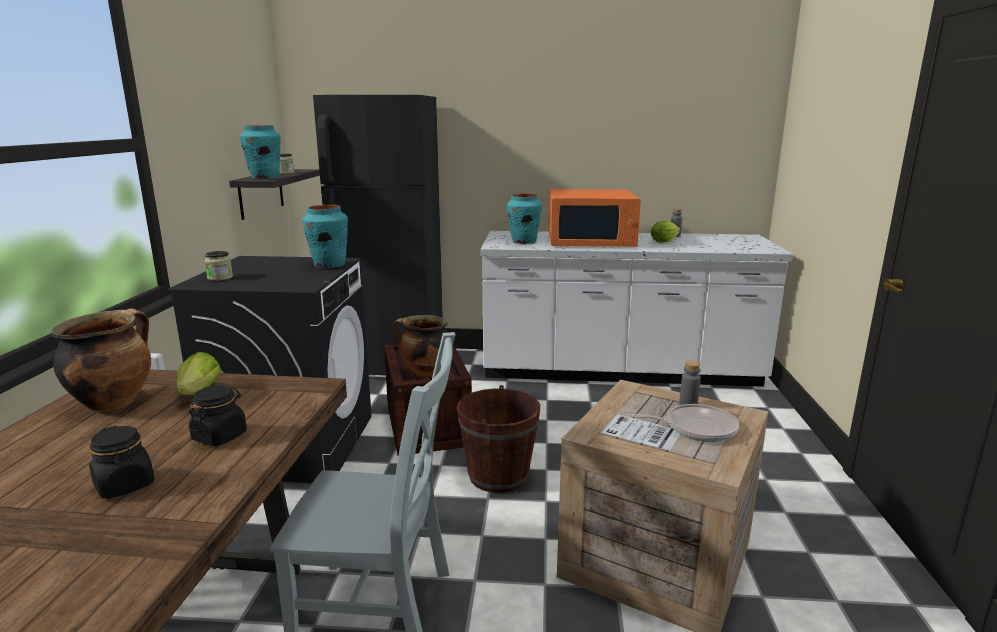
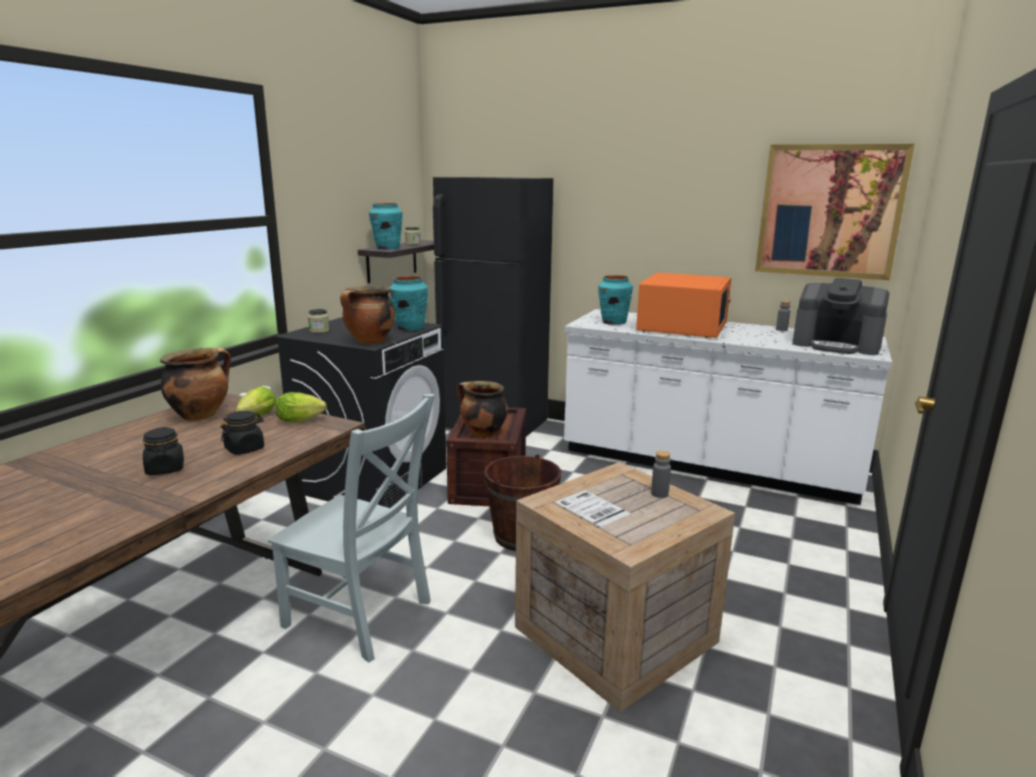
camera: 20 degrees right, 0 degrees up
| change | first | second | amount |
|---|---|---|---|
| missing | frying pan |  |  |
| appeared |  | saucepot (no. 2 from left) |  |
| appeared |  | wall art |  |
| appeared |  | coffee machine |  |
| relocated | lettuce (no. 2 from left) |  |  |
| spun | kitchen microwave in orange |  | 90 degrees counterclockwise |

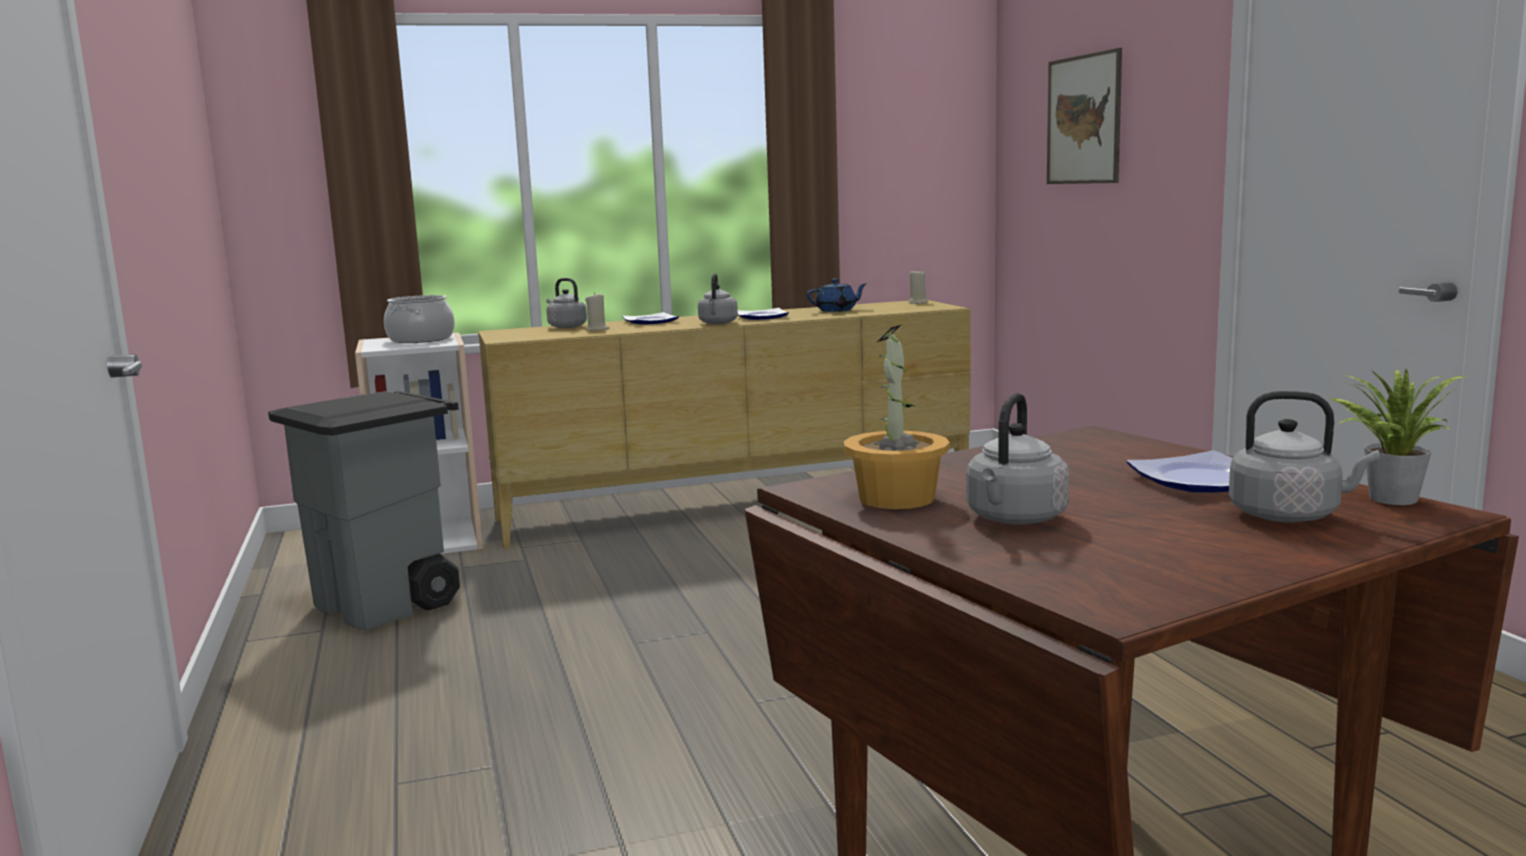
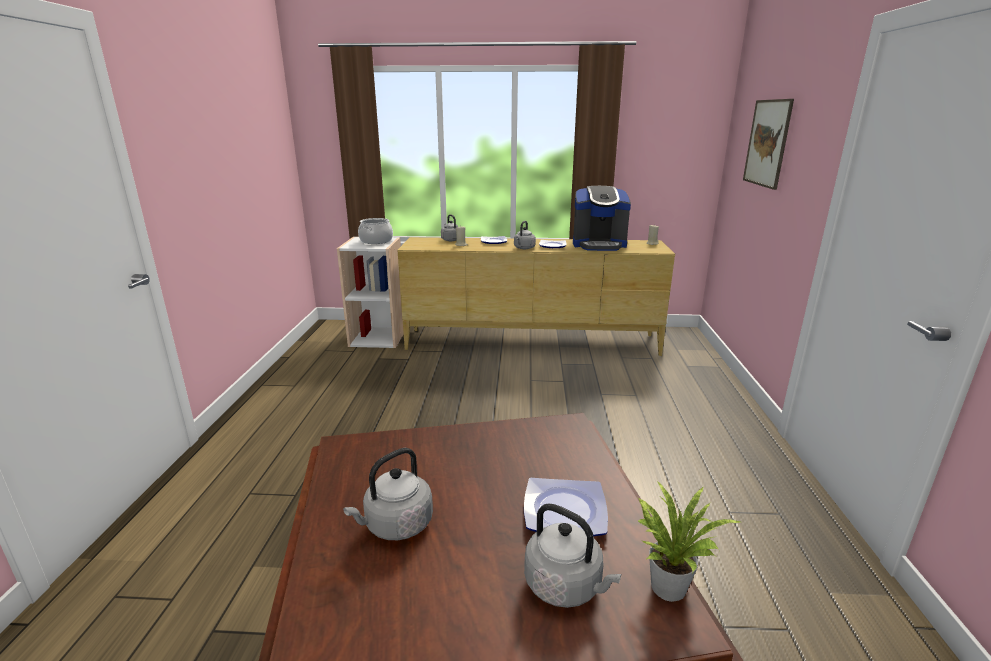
camera: 20 degrees right, 10 degrees up
| change | first | second | amount |
|---|---|---|---|
| missing | rubbish bin in gray |  |  |
| missing | plant in a pot (no. 1 from left) |  |  |
| exchanged | teapot in blue | coffee machine |  |

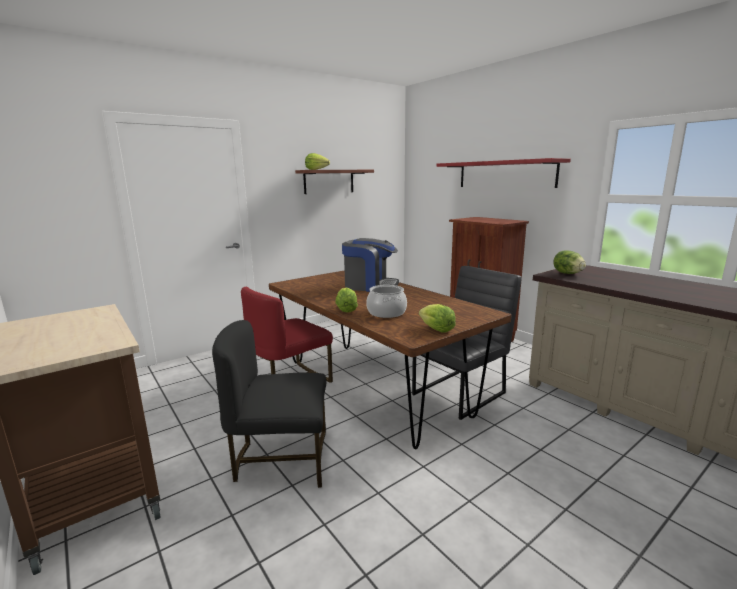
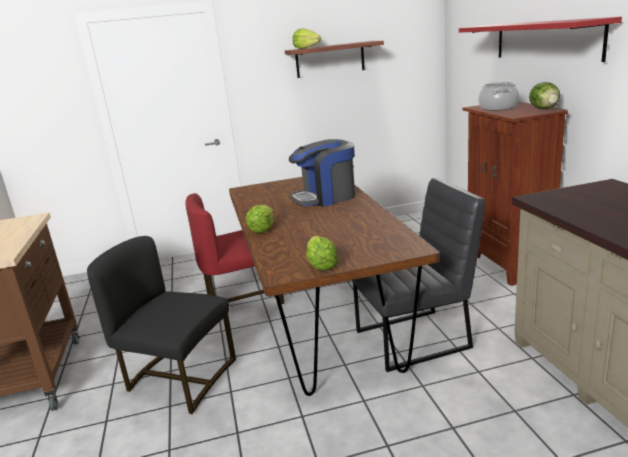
camera: 25 degrees right, 5 degrees up
| change | first | second | amount |
|---|---|---|---|
| relocated | saucepot |  |  |
| relocated | lettuce (no. 4 from left) |  |  |
| spun | coffee machine |  | 120 degrees clockwise |

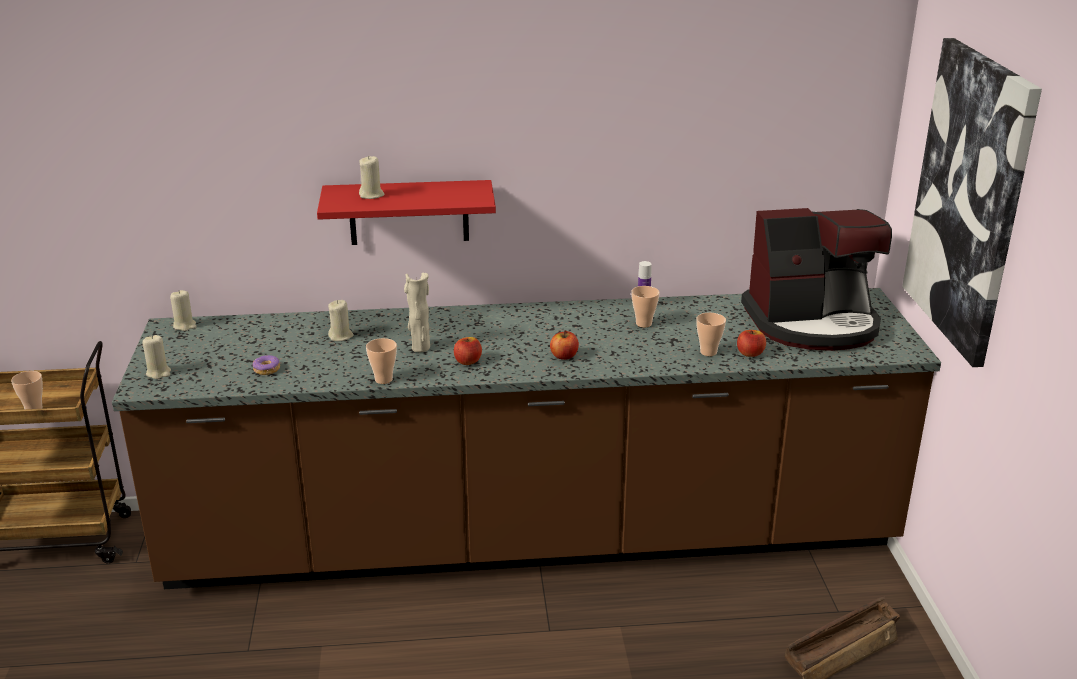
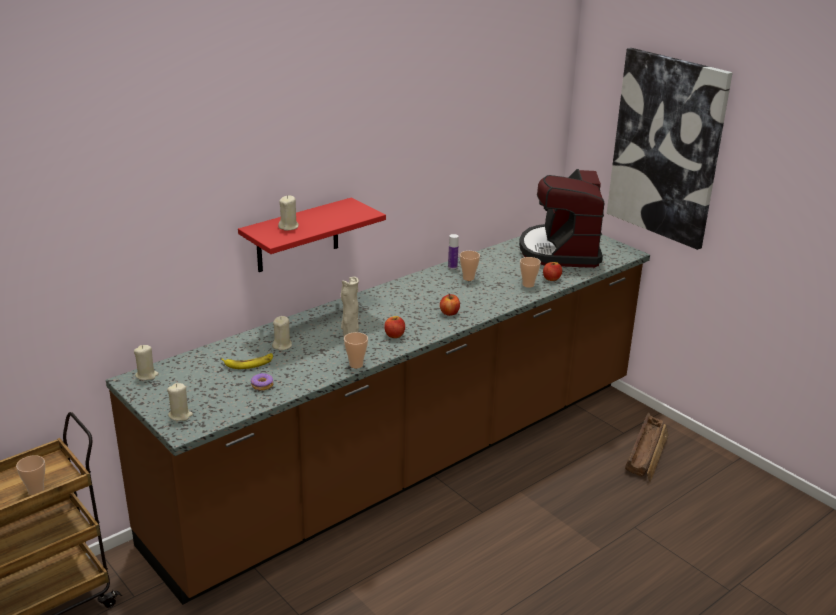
camera: 35 degrees left, 0 degrees up
| change | first | second | amount |
|---|---|---|---|
| appeared |  | banana fruit |  |
| spun | coffee machine |  | 135 degrees clockwise |

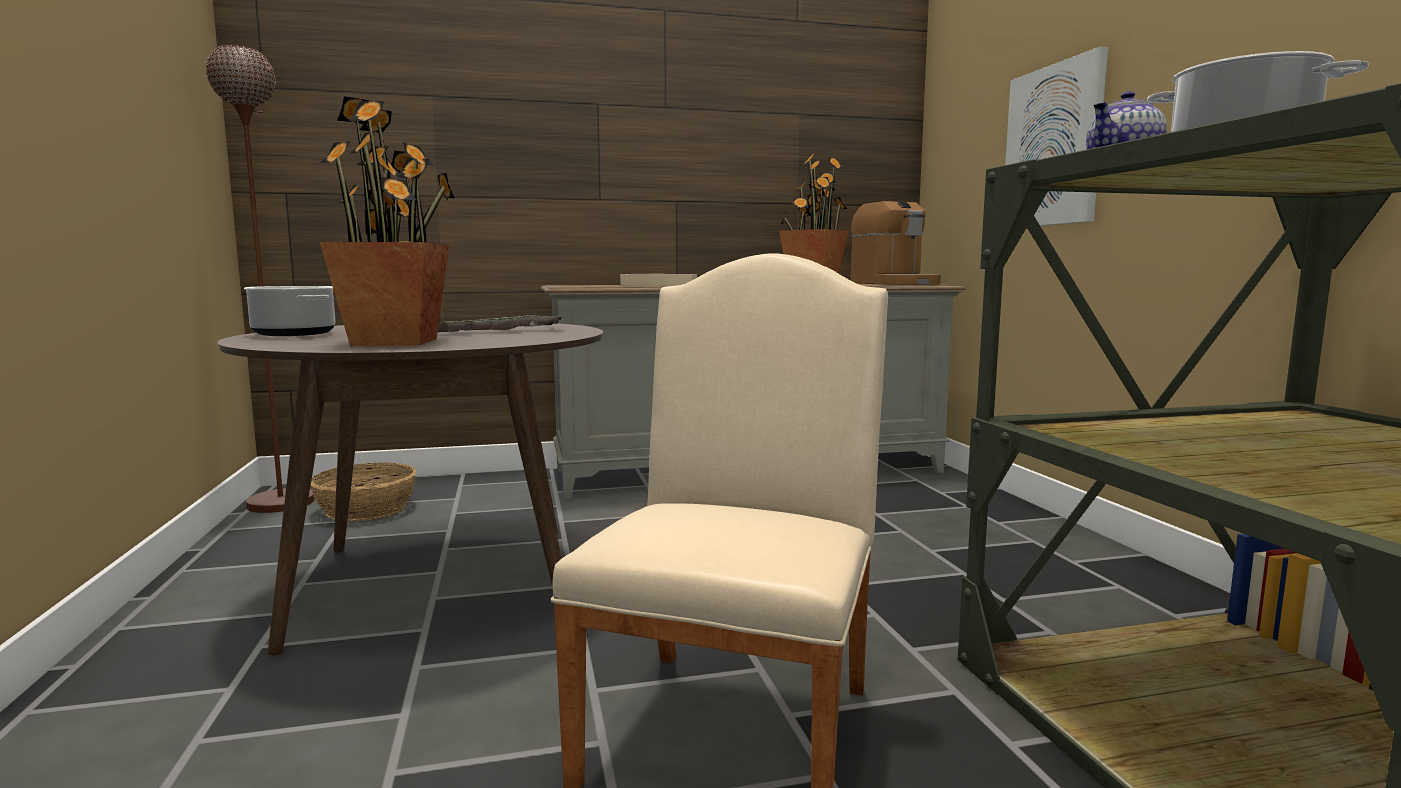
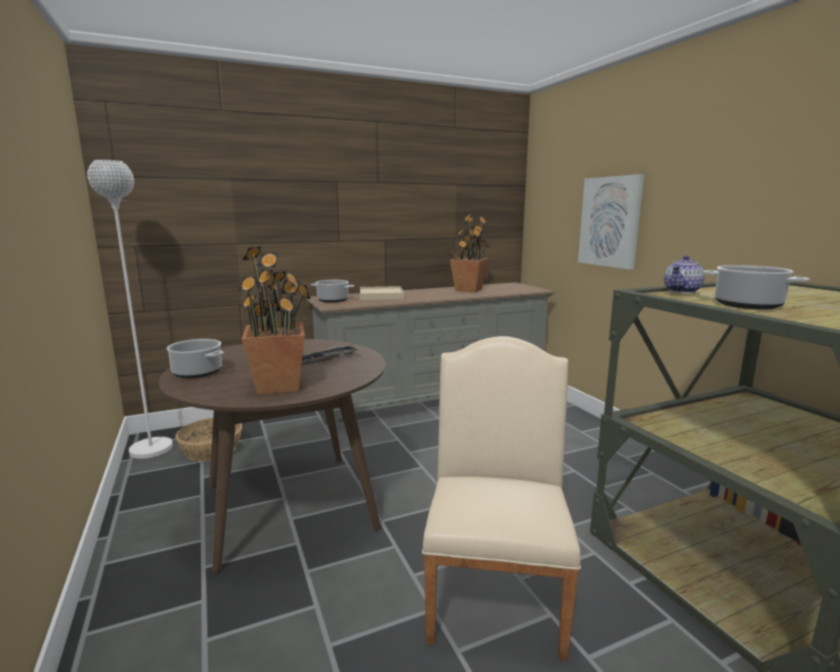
camera: 10 degrees left, 5 degrees up
| change | first | second | amount |
|---|---|---|---|
| missing | coffee machine |  |  |
| appeared |  | saucepot (no. 2 from left) |  |
| colour | floor lamp in brownish | floor lamp in white-coloured |  |

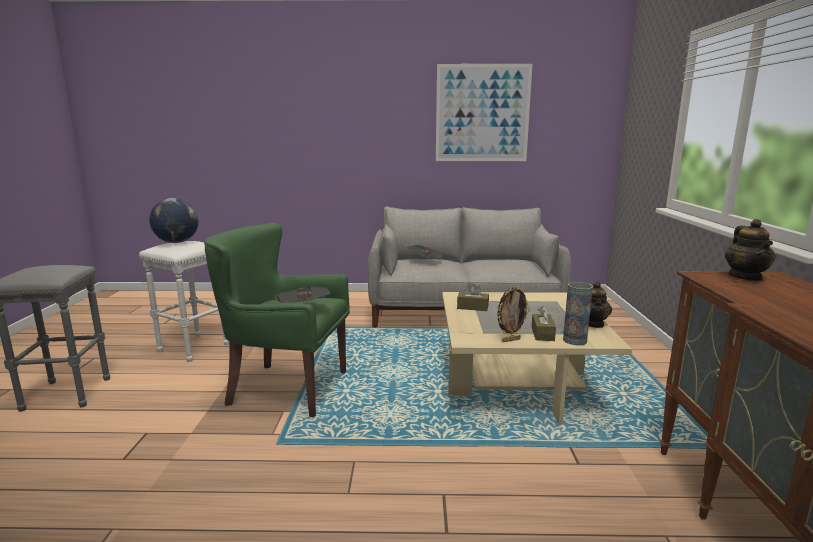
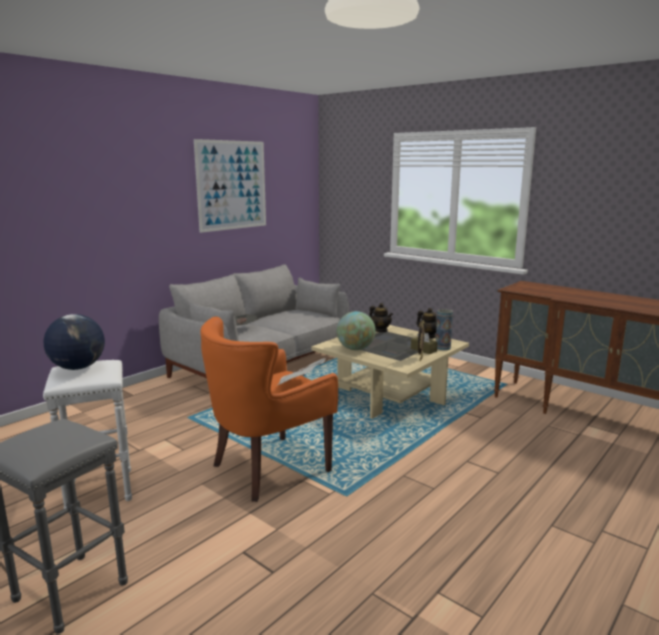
camera: 50 degrees left, 0 degrees up
| change | first | second | amount |
|---|---|---|---|
| relocated | teapot (no. 2 from left in the first image) | teapot (no. 1 from left) |  |
| exchanged | tissue box in brownish (no. 1 from left) | world globe (no. 2 from left) |  |
| colour | lounge chair in green-coloured | lounge chair in orange |  |

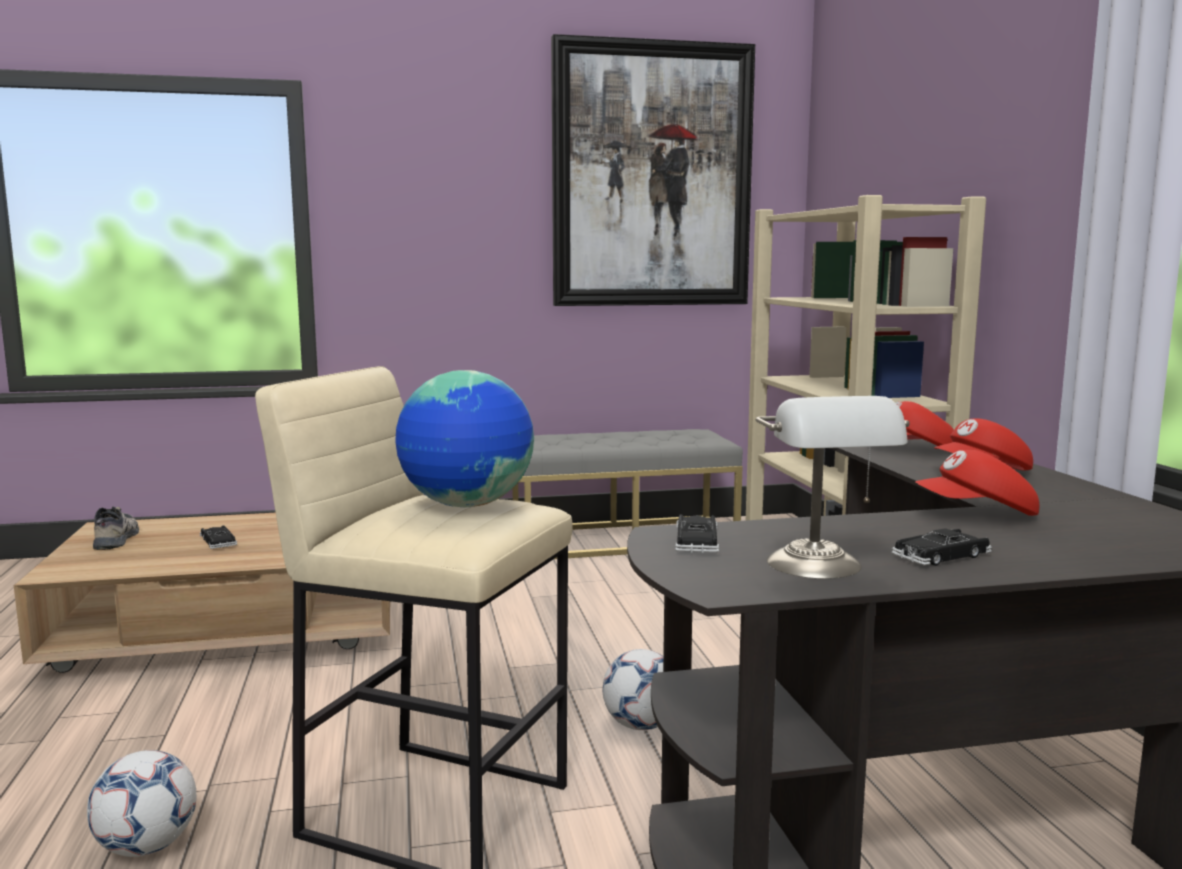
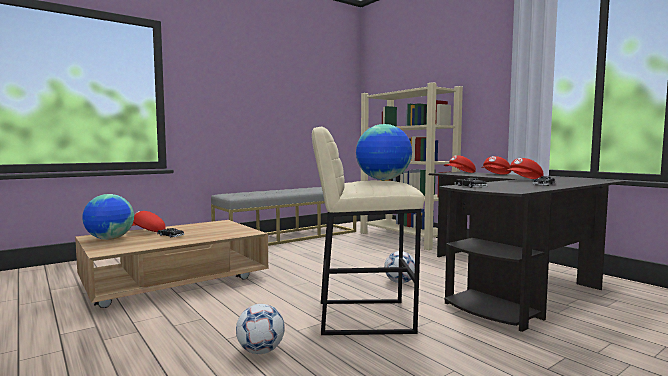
camera: 25 degrees left, 5 degrees down
| change | first | second | amount |
|---|---|---|---|
| missing | wall art |  |  |
| missing | tabletop lamp in white-coloured |  |  |
| appeared |  | cap in reddish (no. 1 from left) |  |
| exchanged | item of footwear | world globe (no. 1 from left) |  |

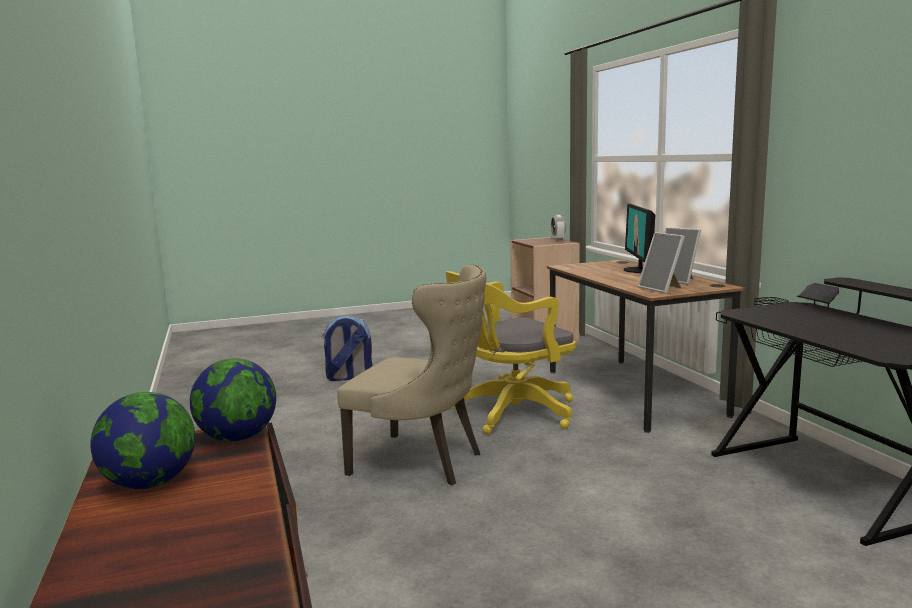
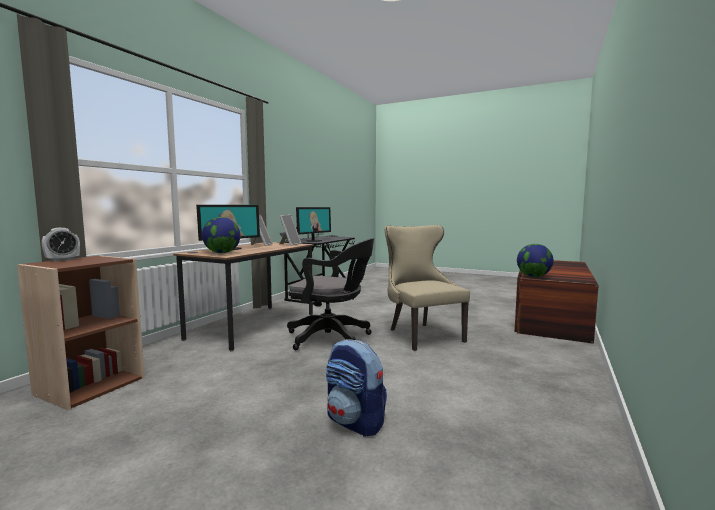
camera: 135 degrees left, 5 degrees down
| change | first | second | amount |
|---|---|---|---|
| appeared |  | computer screen (no. 2 from left) |  |
| relocated | world globe (no. 1 from left) |  |  |
| colour | desk chair in yellow-coloured | desk chair in black |  |

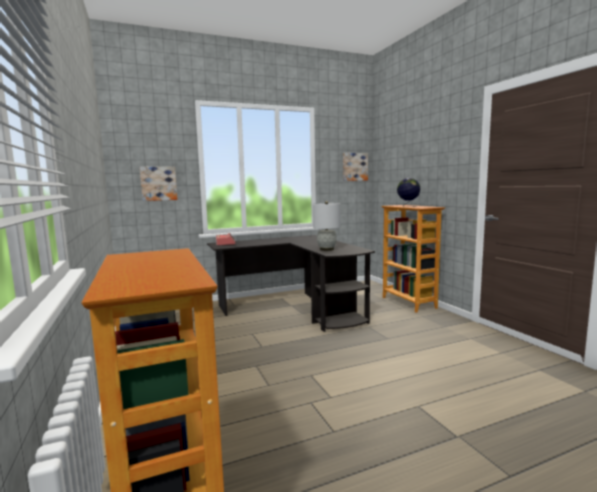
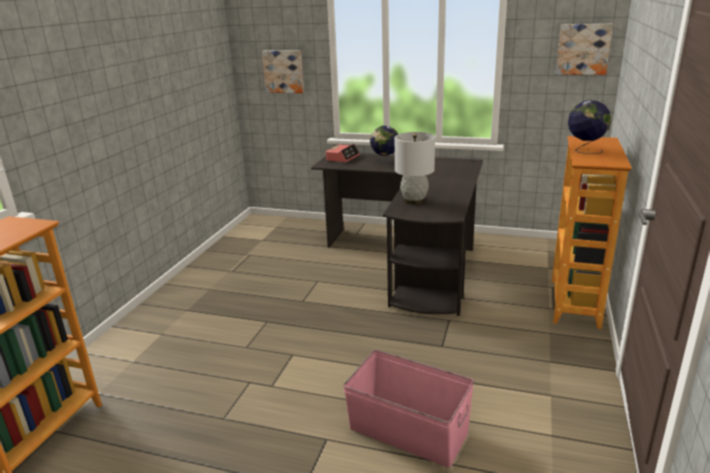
camera: 40 degrees right, 15 degrees up
| change | first | second | amount |
|---|---|---|---|
| appeared |  | storage box in pink |  |
| appeared |  | world globe (no. 1 from left) |  |

